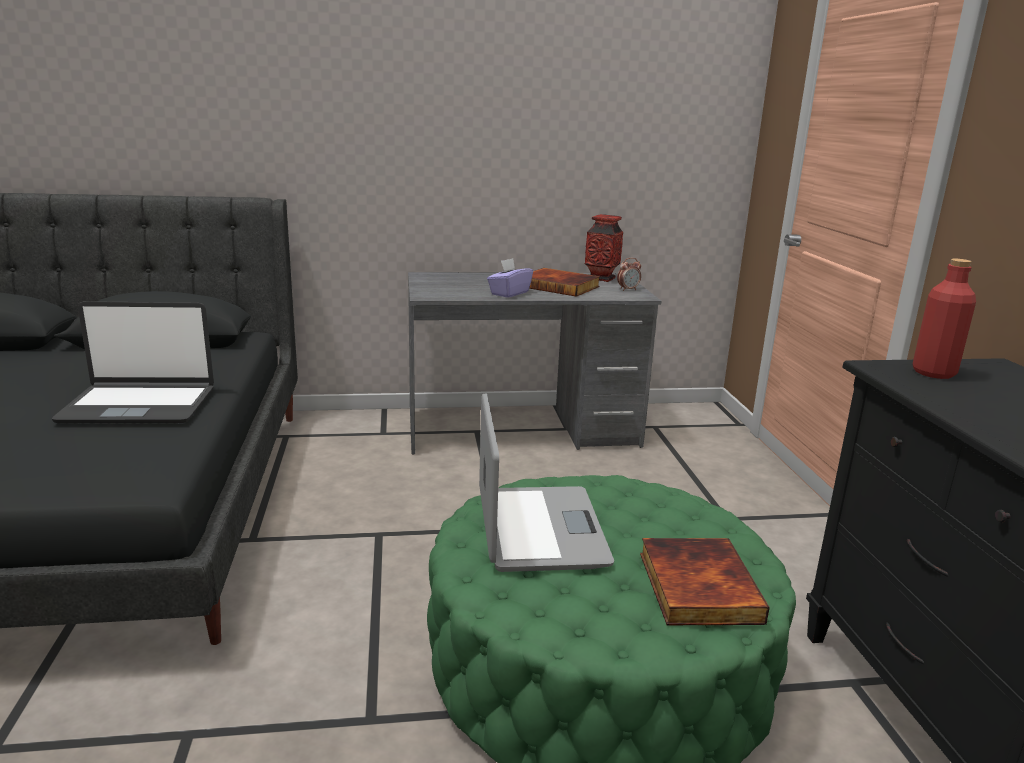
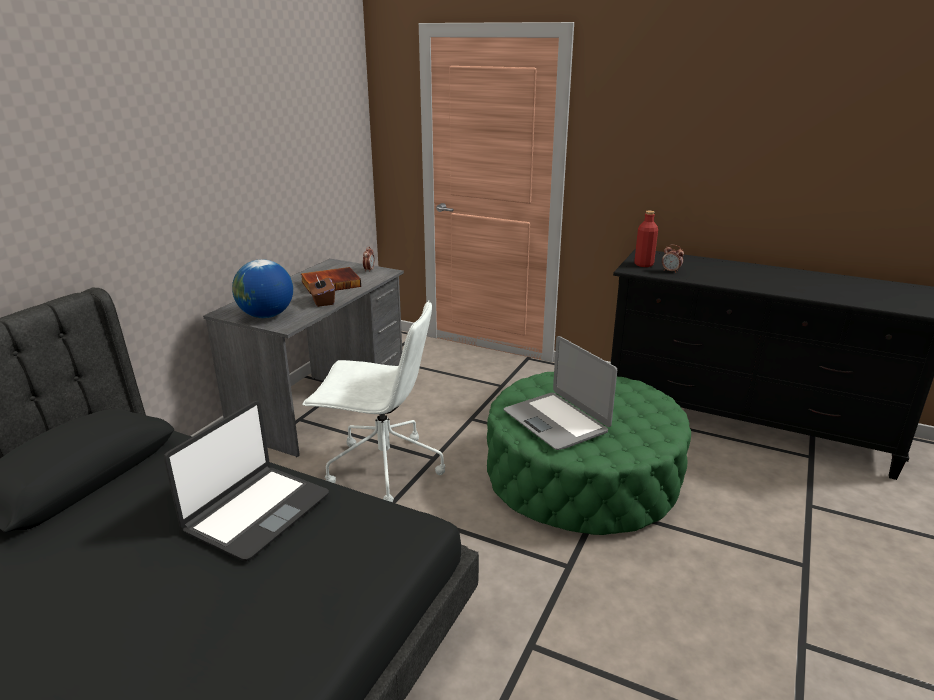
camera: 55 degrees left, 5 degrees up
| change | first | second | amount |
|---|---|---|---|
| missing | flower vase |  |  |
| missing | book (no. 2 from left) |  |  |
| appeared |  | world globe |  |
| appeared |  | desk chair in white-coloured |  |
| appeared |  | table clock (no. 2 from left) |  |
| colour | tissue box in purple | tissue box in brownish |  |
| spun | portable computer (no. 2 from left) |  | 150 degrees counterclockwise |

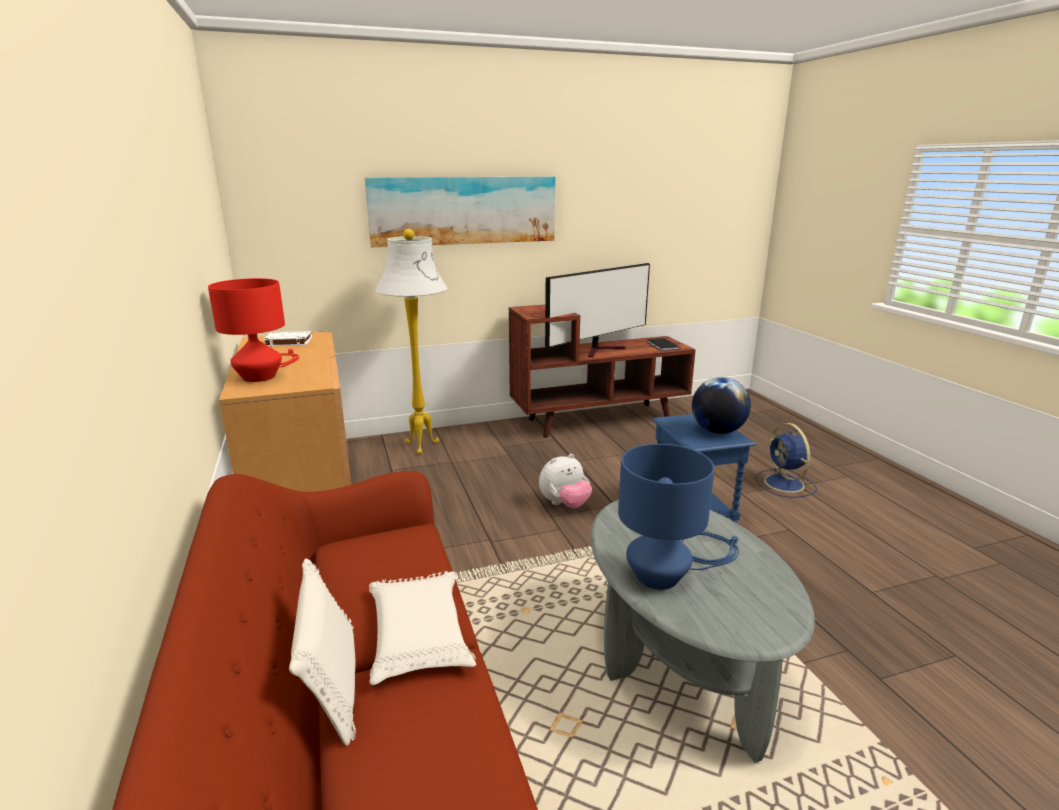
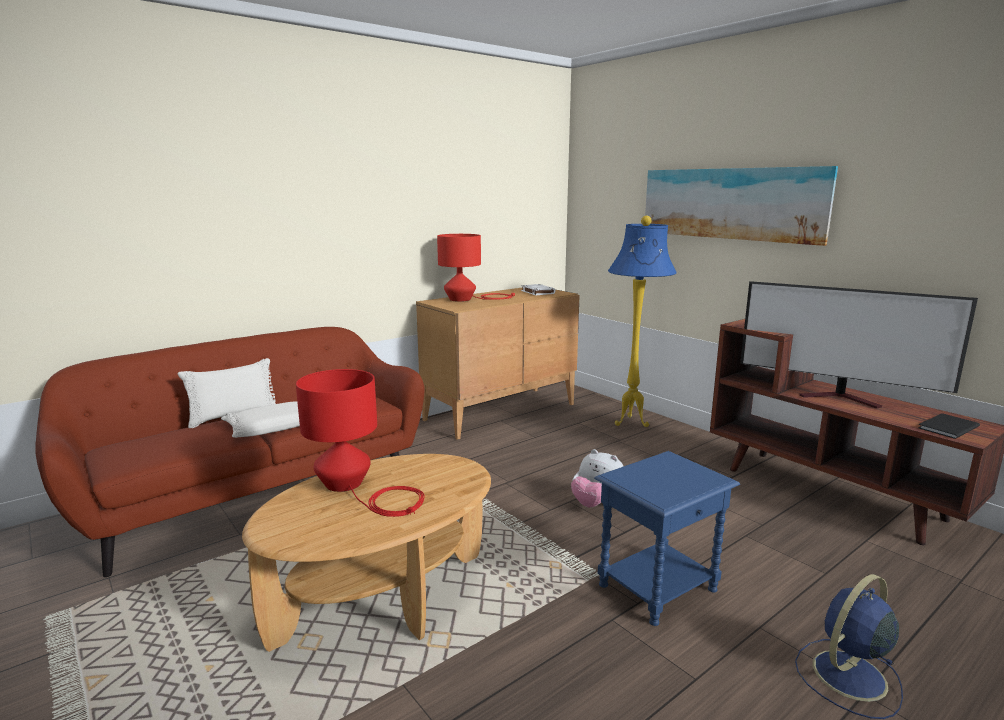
camera: 70 degrees right, 5 degrees down
| change | first | second | amount |
|---|---|---|---|
| missing | world globe |  |  |
| colour | floor lamp in white-coloured | floor lamp in blue |  |
| colour | coffee table in gray | coffee table in brownish |  |
| colour | tabletop lamp in blue | tabletop lamp in reddish (no. 1 from left) |  |

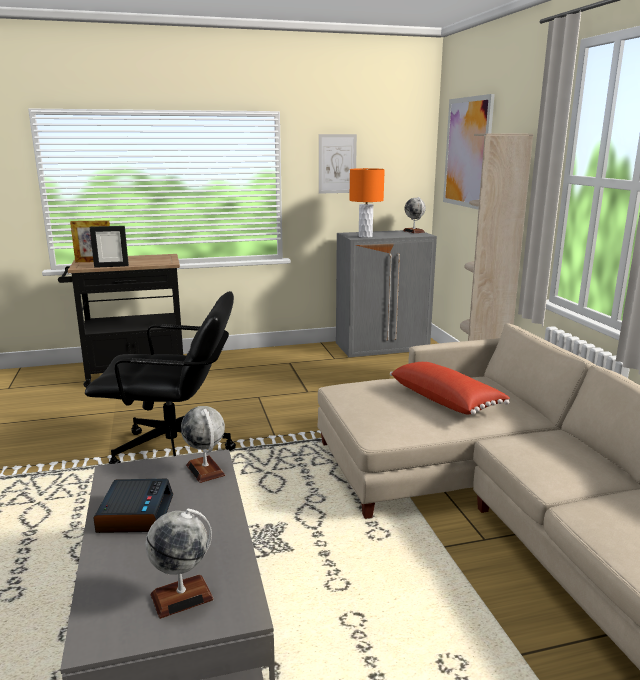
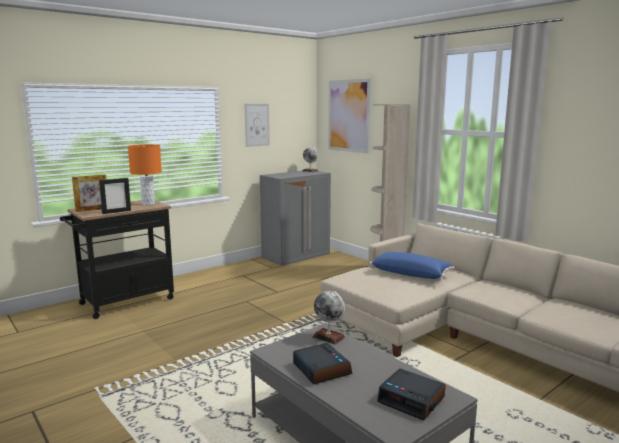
camera: 25 degrees left, 5 degrees down
| change | first | second | amount |
|---|---|---|---|
| missing | desk chair in black |  |  |
| relocated | tabletop lamp in orange |  |  |
| exchanged | world globe (no. 1 from left) | table clock (no. 2 from left) |  |
| colour | throw pillow in reddish | throw pillow in blue |  |

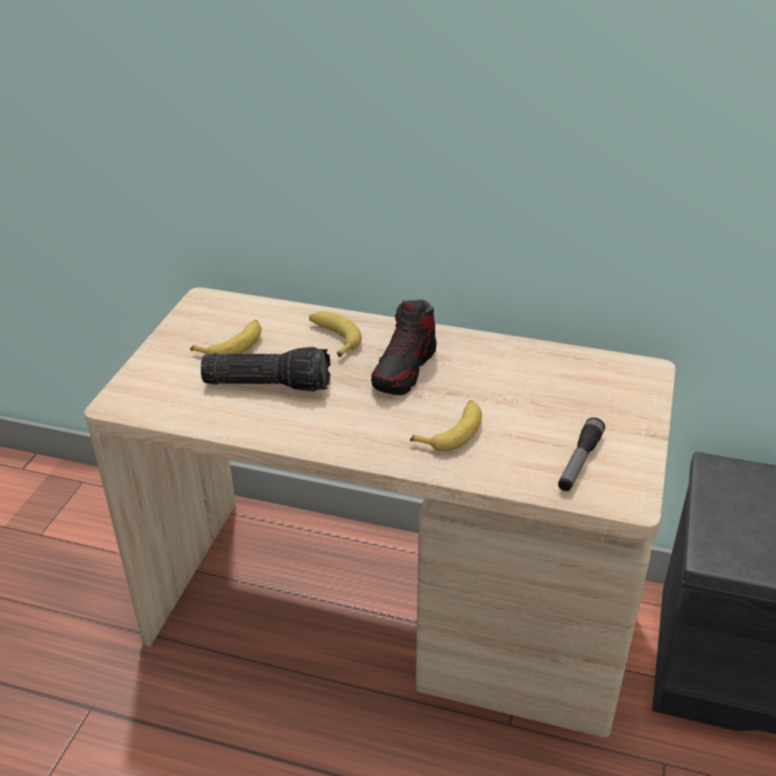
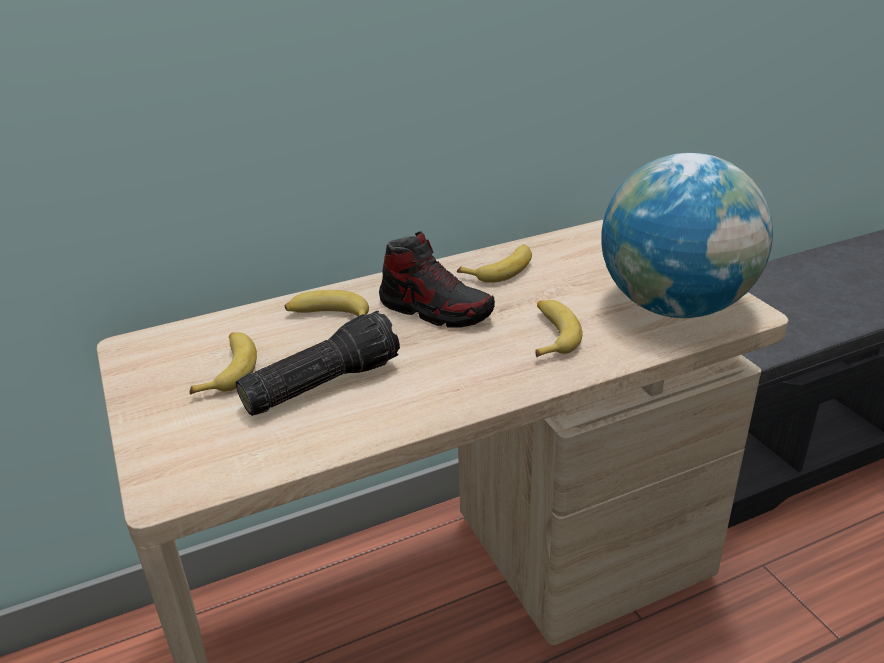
camera: 40 degrees left, 5 degrees down
| change | first | second | amount |
|---|---|---|---|
| appeared |  | banana fruit (no. 3 from left) |  |
| exchanged | hand torch (no. 2 from left) | world globe |  |
| spun | item of footwear |  | 45 degrees counterclockwise |

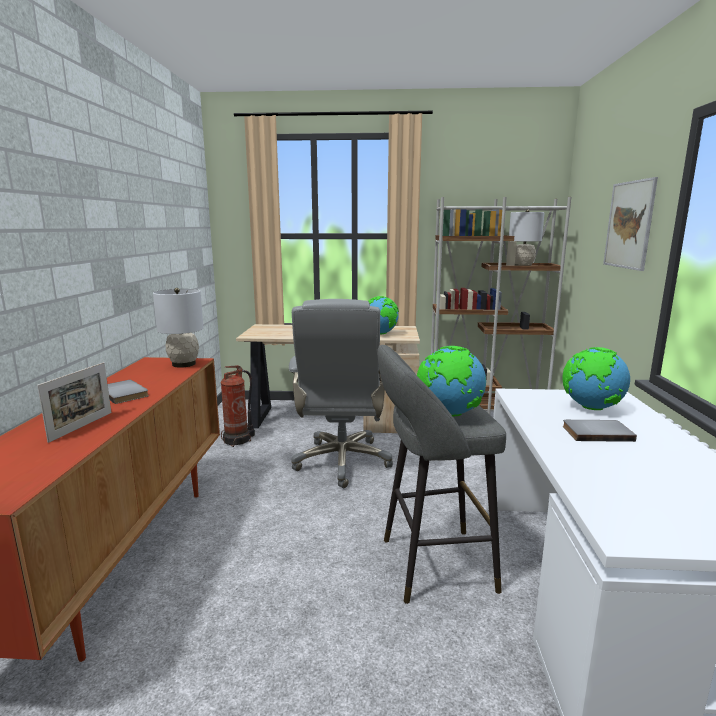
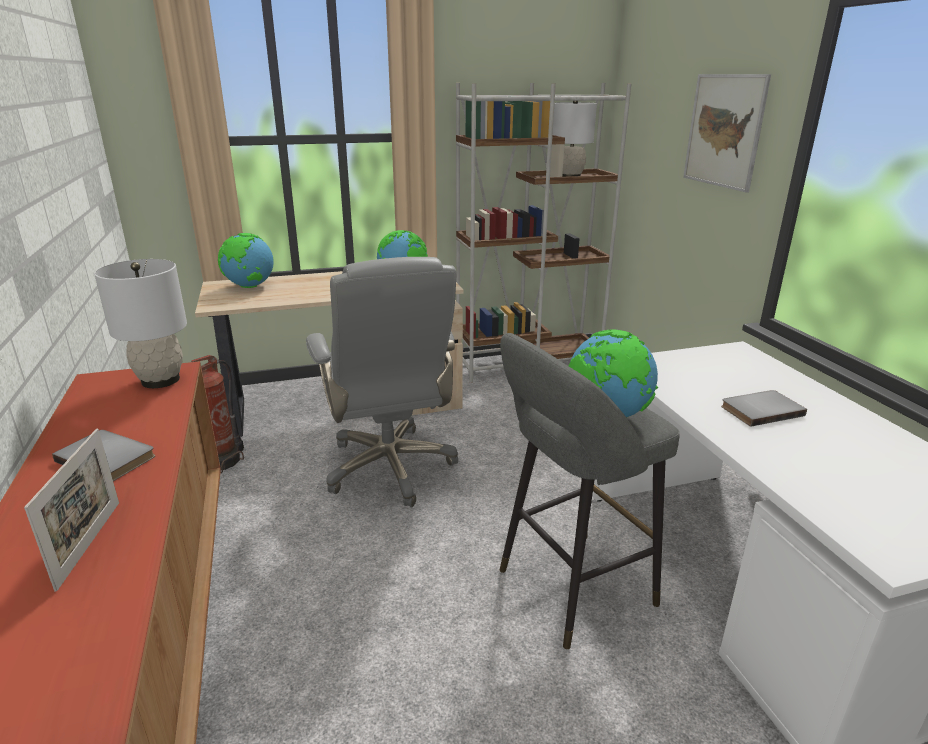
camera: 20 degrees left, 10 degrees up
| change | first | second | amount |
|---|---|---|---|
| relocated | world globe (no. 3 from left in the first image) | world globe (no. 1 from left) |  |

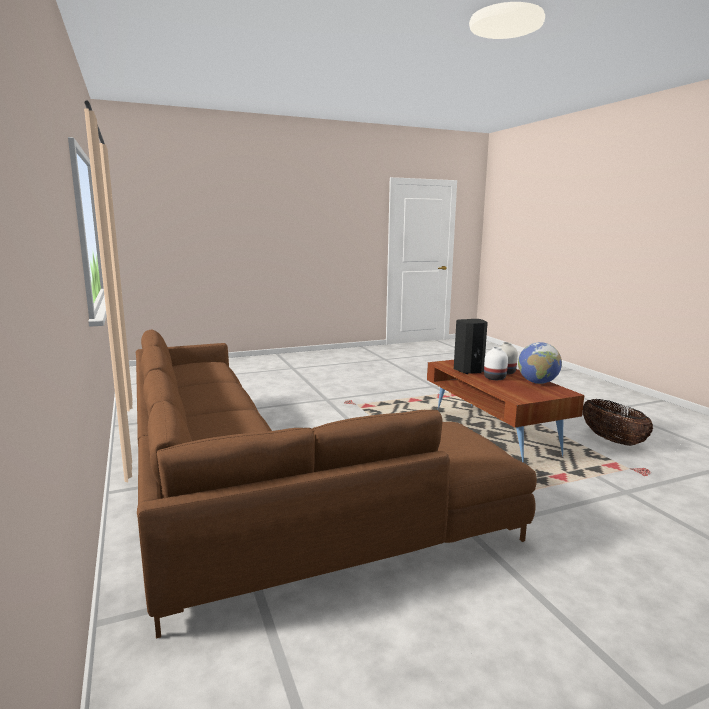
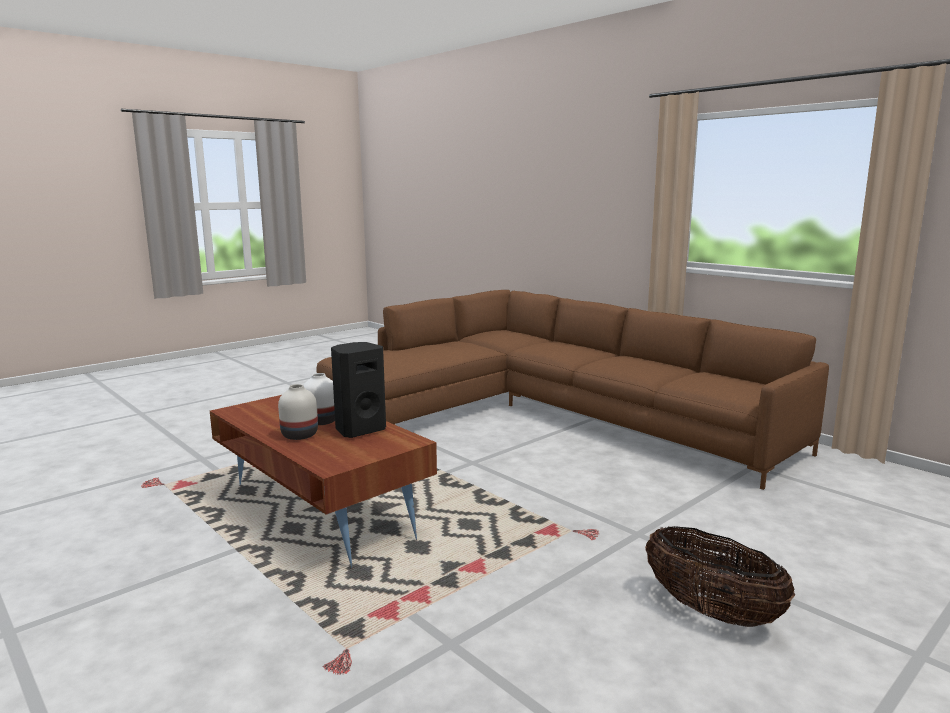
camera: 160 degrees right, 0 degrees up
| change | first | second | amount |
|---|---|---|---|
| missing | world globe |  |  |
| relocated | basket |  |  |

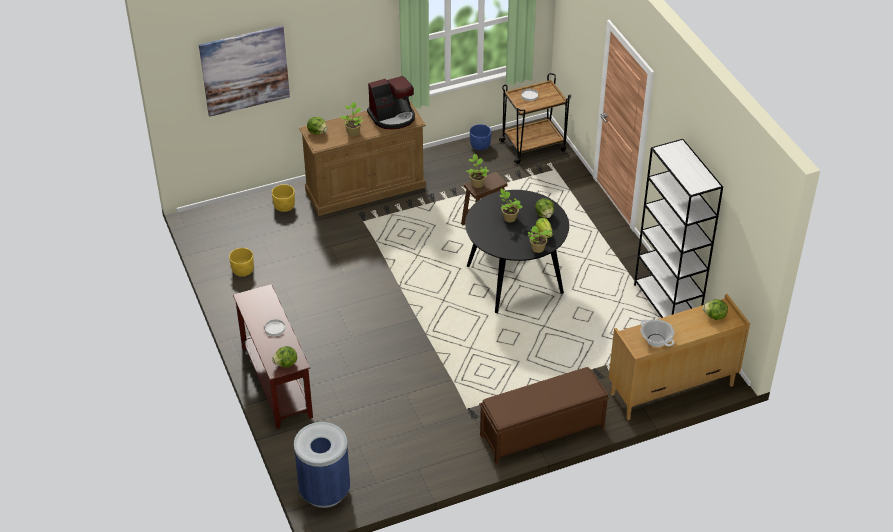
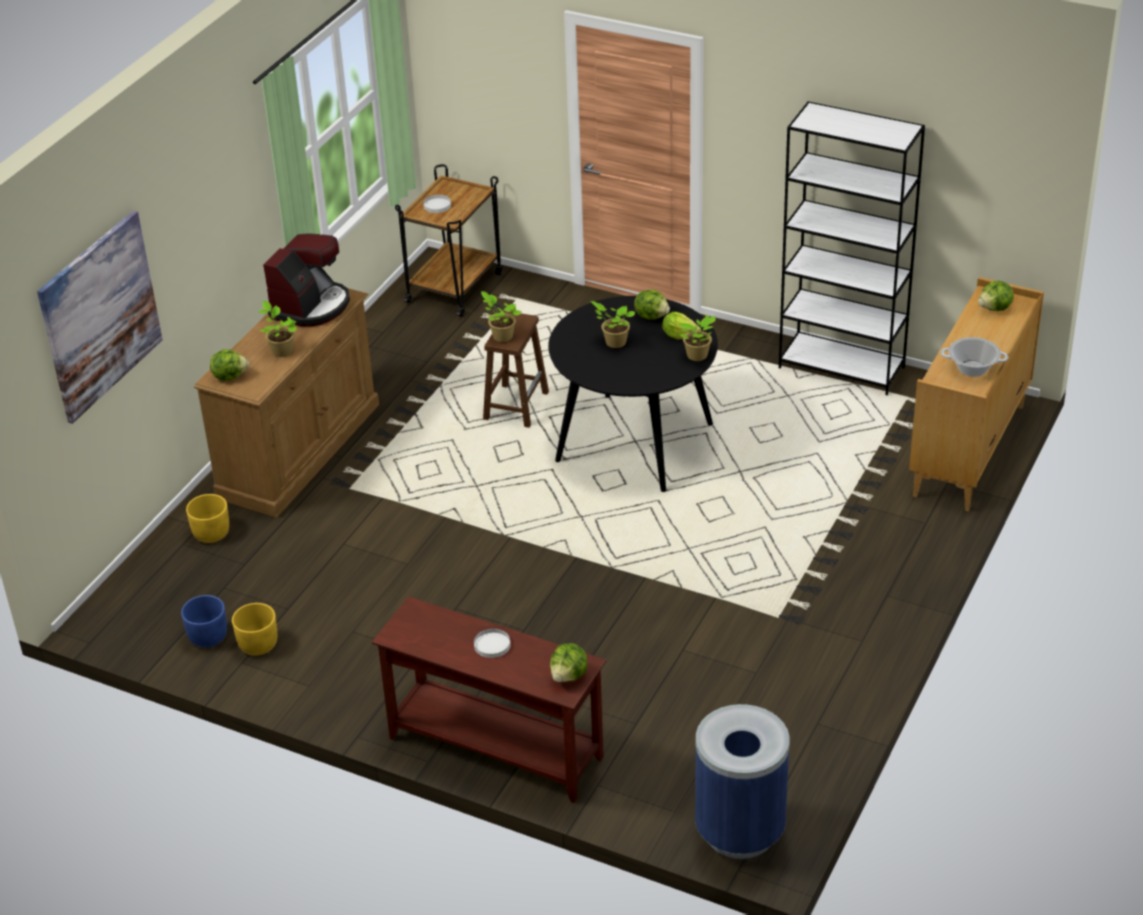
camera: 40 degrees left, 5 degrees down
| change | first | second | amount |
|---|---|---|---|
| missing | indoor bench in brownish |  |  |
| relocated | flower pot in blue |  |  |

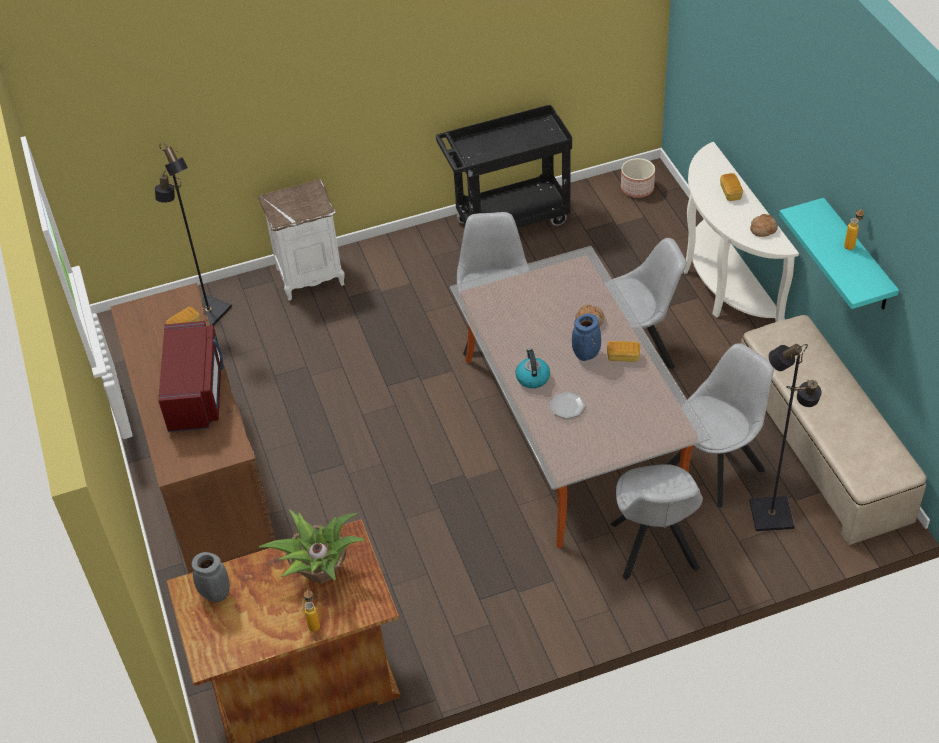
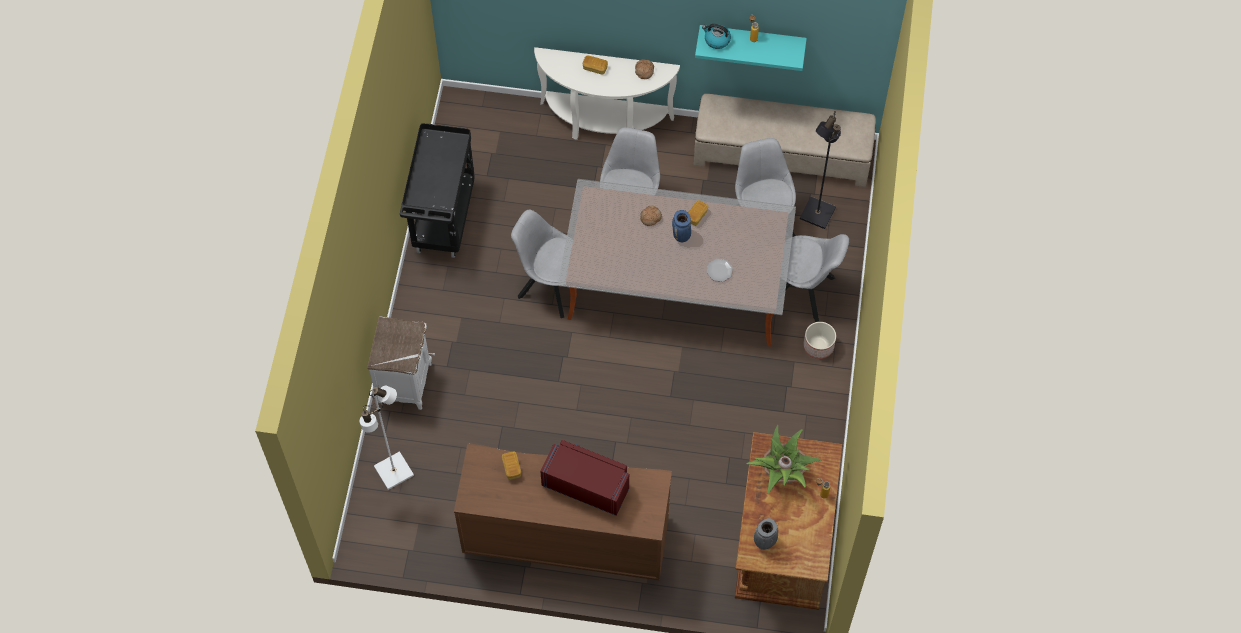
camera: 65 degrees left, 15 degrees up
| change | first | second | amount |
|---|---|---|---|
| relocated | water kettle |  |  |
| relocated | flower pot |  |  |
| colour | floor lamp in black (no. 1 from left) | floor lamp in white-coloured |  |

